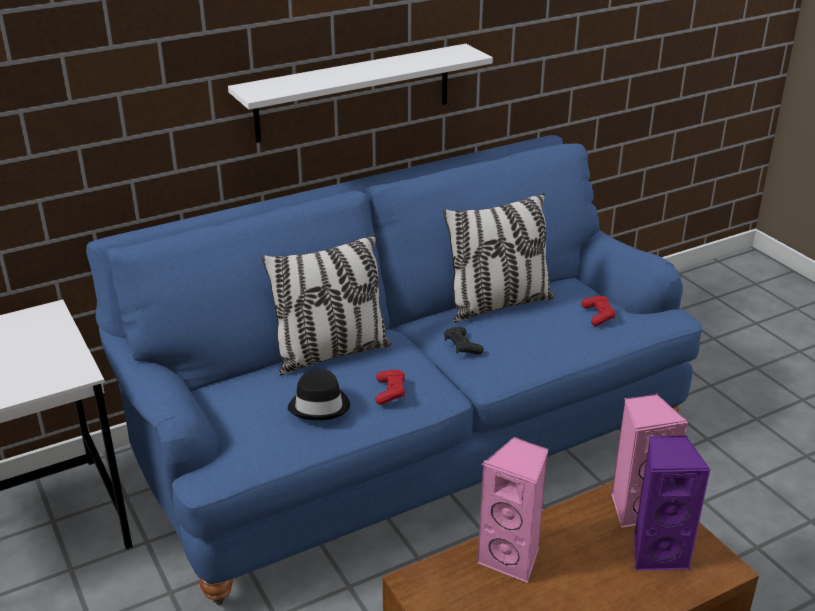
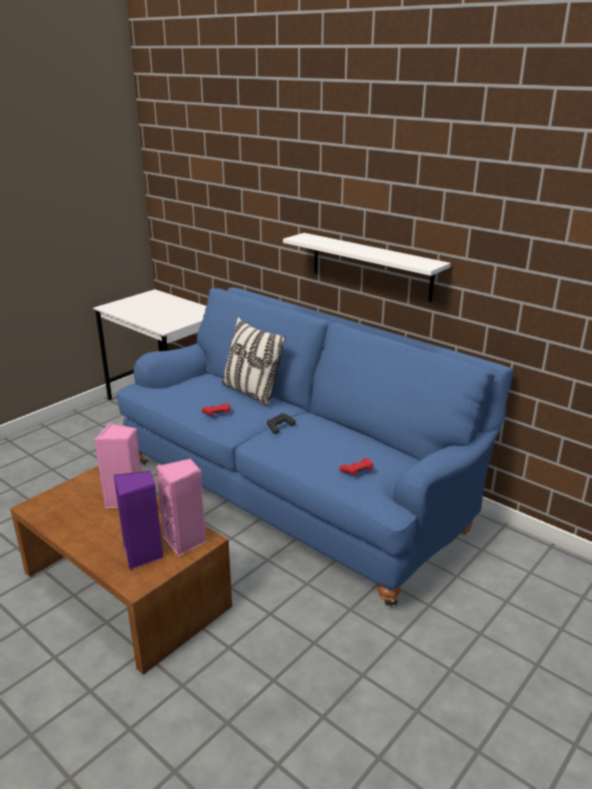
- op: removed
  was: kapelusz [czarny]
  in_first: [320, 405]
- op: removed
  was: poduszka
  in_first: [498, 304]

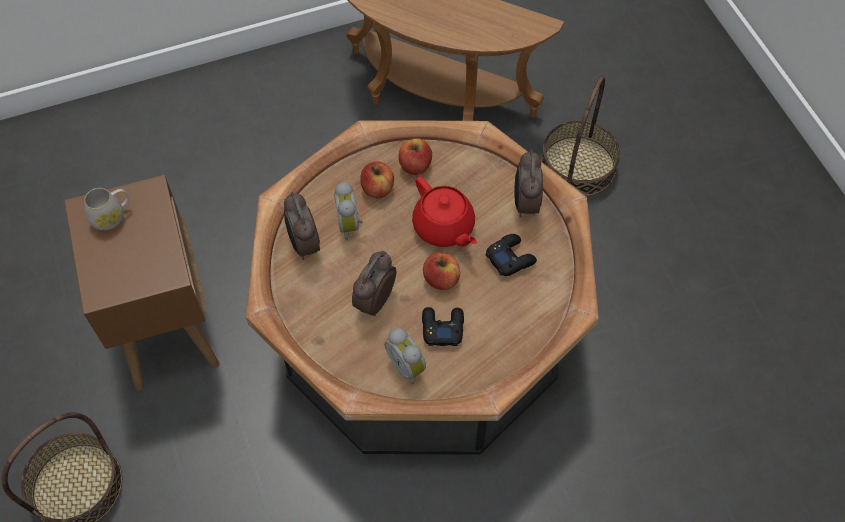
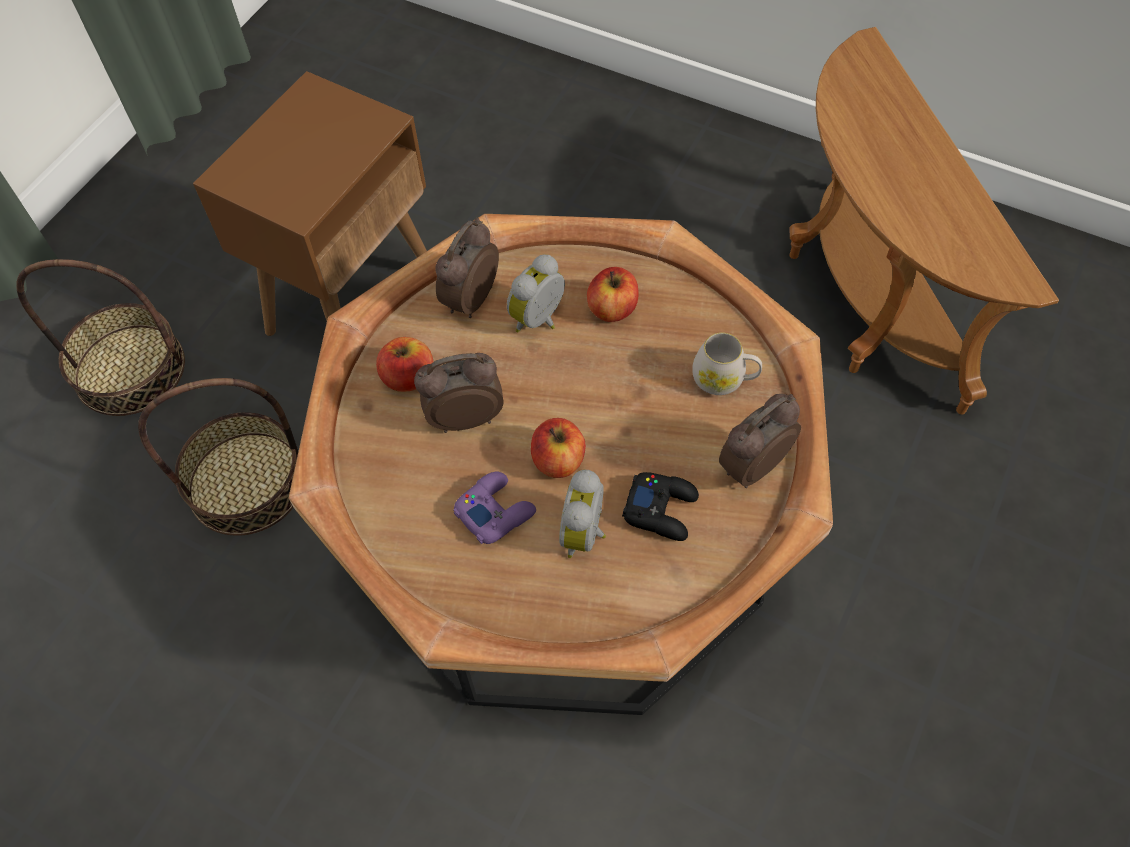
- op: removed
  was: imbryk [czerwony]
  in_first: [444, 227]
- op: moved
  was: kubek [biały]
  in_first: [112, 216]
  in_second: [724, 379]
- op: moved
  was: budzik
  in_first: [408, 365]
  in_second: [586, 534]
- op: moved
  was: jabłko
  in_first: [415, 166]
  in_second: [408, 377]
- op: moved
  was: koszyk
  in_first: [577, 166]
  in_second: [246, 482]
- op: recoloured
  was: pad do gier [czarny]
  now: pad do gier [fioletowy]
  in_first: [442, 327]
  in_second: [495, 511]

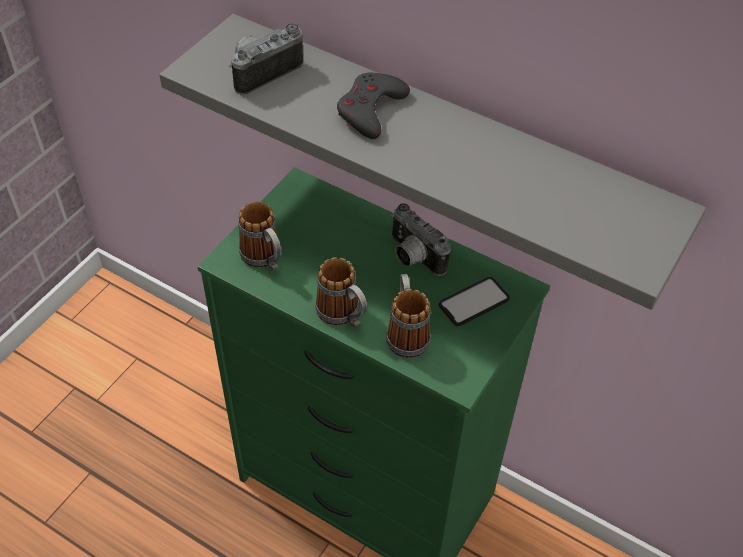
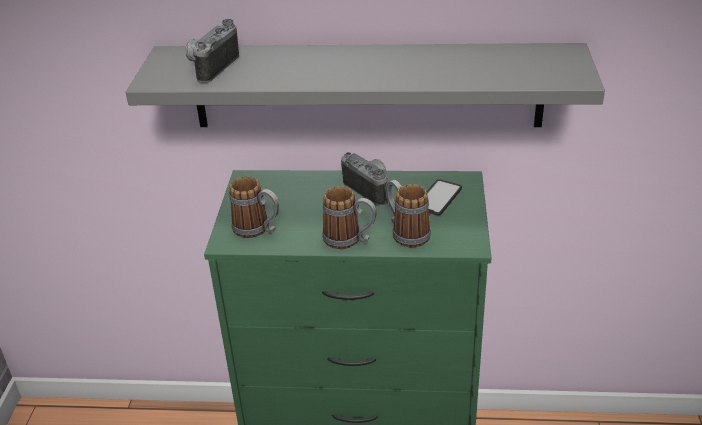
- op: removed
  was: pad do gier [szary]
  in_first: [370, 110]
- op: turned
  was: aparat fotograficzny
  in_first: [412, 257]
  in_second: [371, 189]
  clockwise: -150

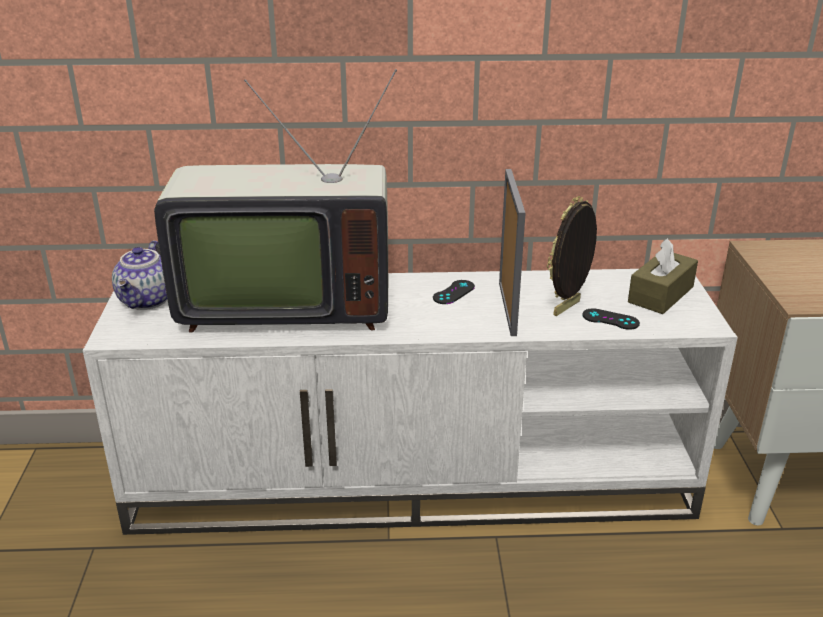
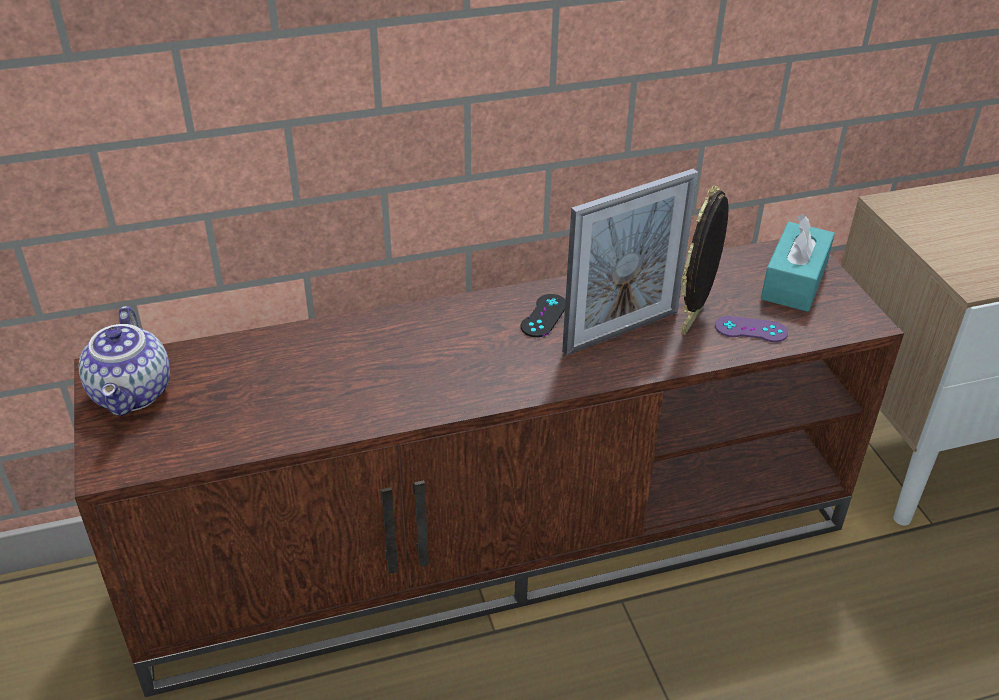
- op: removed
  was: telewizor
  in_first: [283, 305]
- op: recoloured
  was: szafka pod telewizor [biały]
  now: szafka pod telewizor [brązowy]
  in_first: [414, 480]
  in_second: [498, 540]
- op: recoloured
  was: pad do gier [czarny]
  now: pad do gier [fioletowy]
  in_first: [610, 319]
  in_second: [751, 329]
- op: recoloured
  was: pudełko chusteczek [brązowy]
  now: pudełko chusteczek [turkusowy]
  in_first: [660, 294]
  in_second: [794, 281]
- op: turned
  was: ramka na zdjęcie
  in_first: [507, 308]
  in_second: [621, 332]
  clockwise: 75

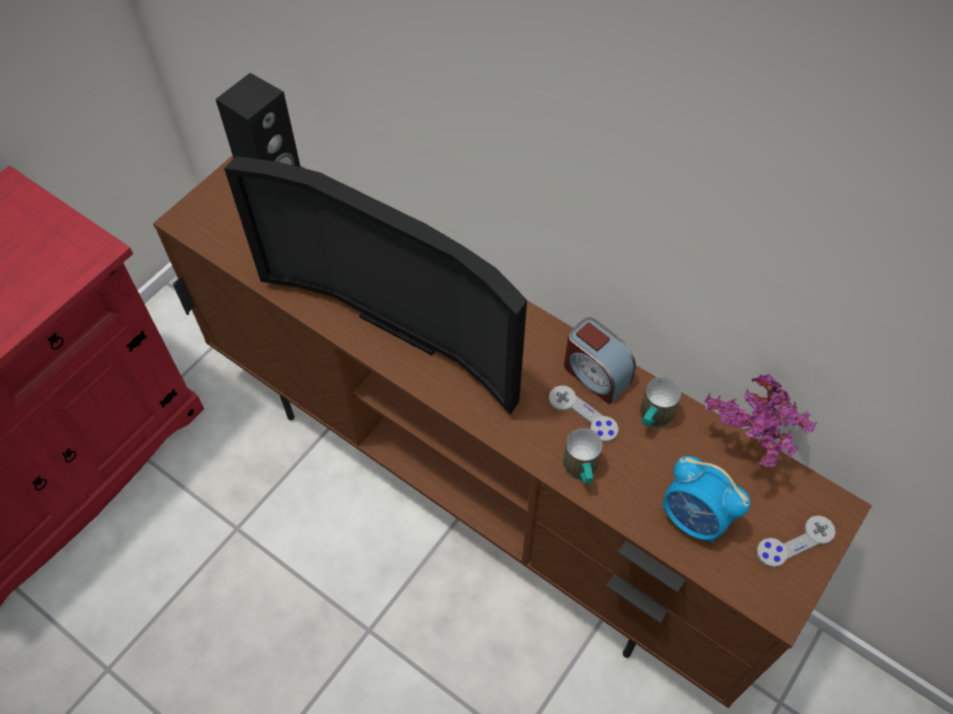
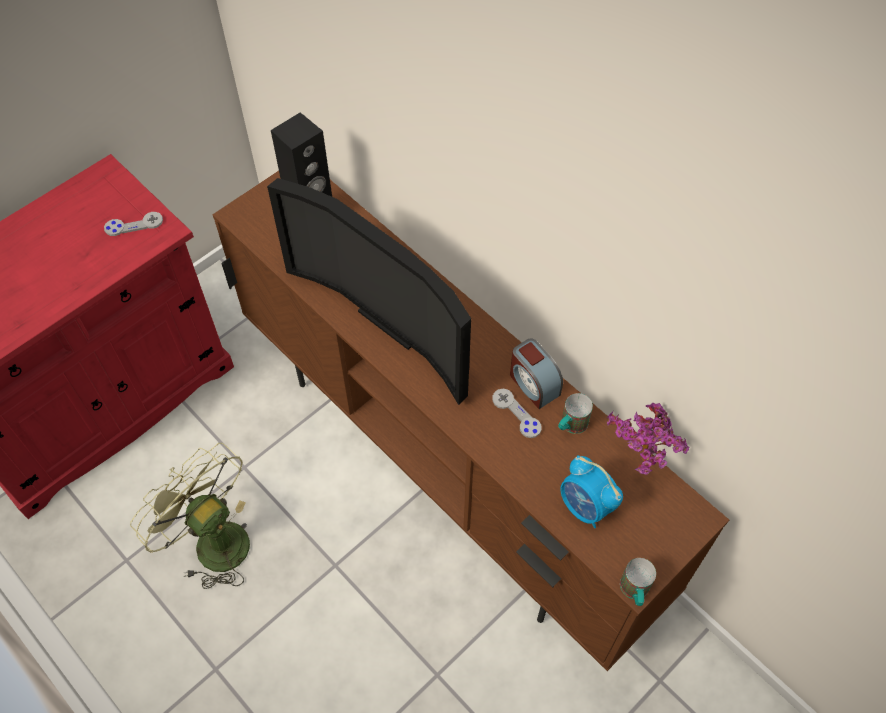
- op: added
  now: wentylator [zielony]
  in_second: [212, 540]
- op: moved
  was: kubek
  in_first: [581, 472]
  in_second: [634, 592]
- op: moved
  was: pad do gier [szary]
  in_first: [795, 542]
  in_second: [134, 225]

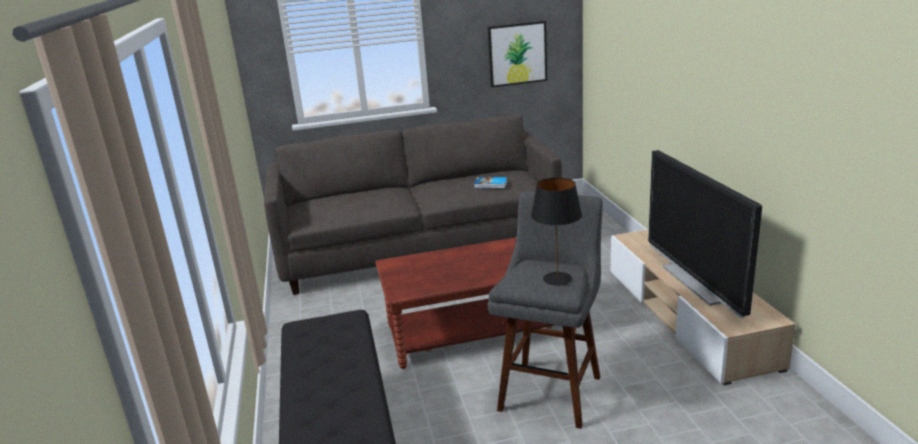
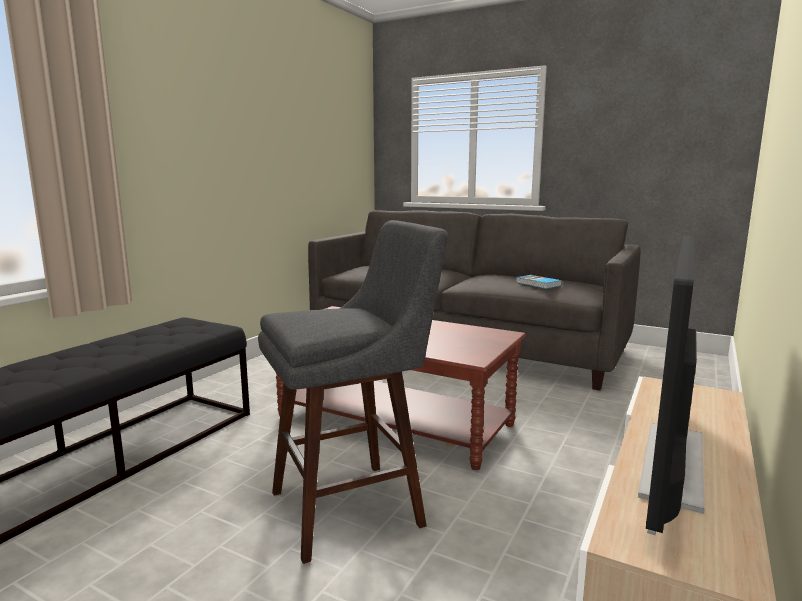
- op: removed
  was: obraz
  in_first: [517, 54]
- op: removed
  was: lampa stołowa [czarny]
  in_first: [558, 279]

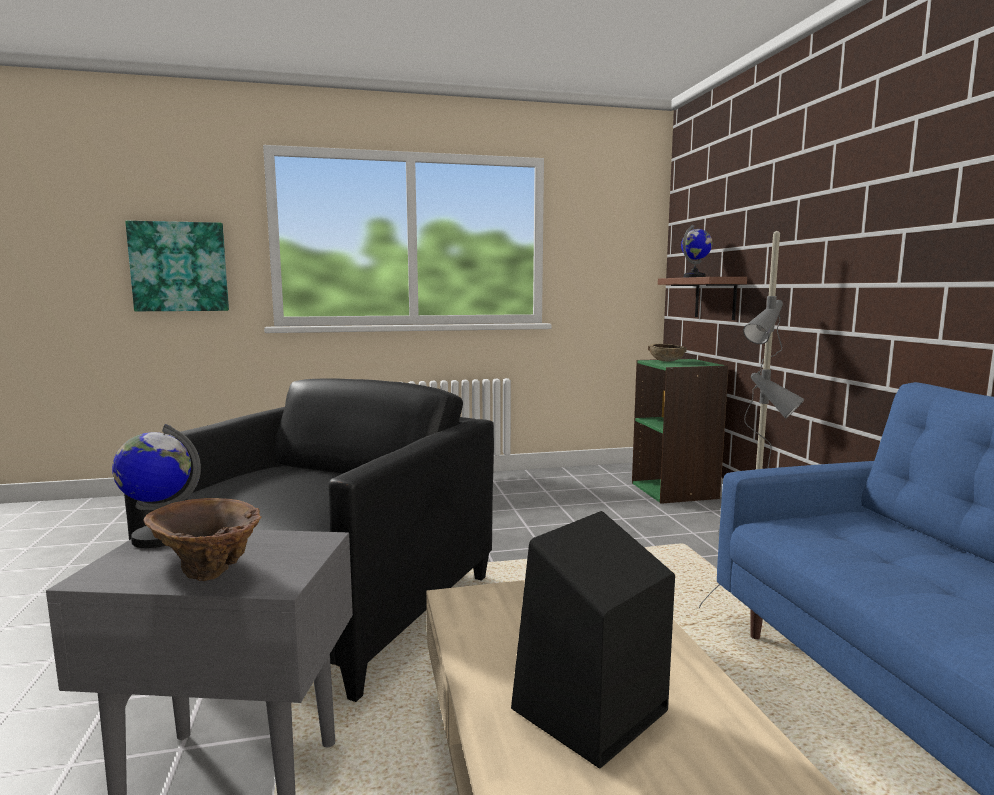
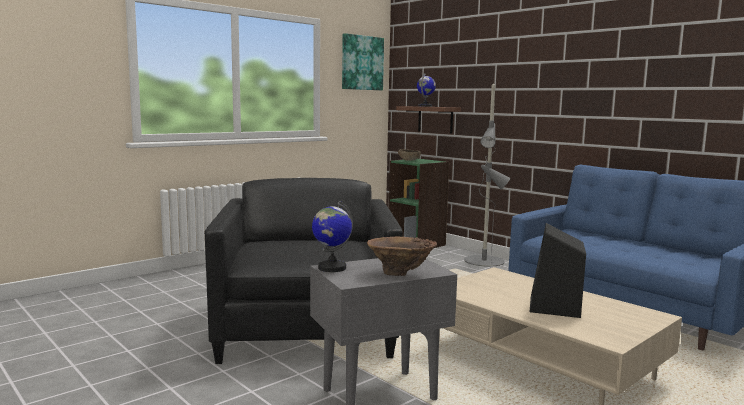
- op: moved
  was: obraz
  in_first: [179, 267]
  in_second: [362, 63]

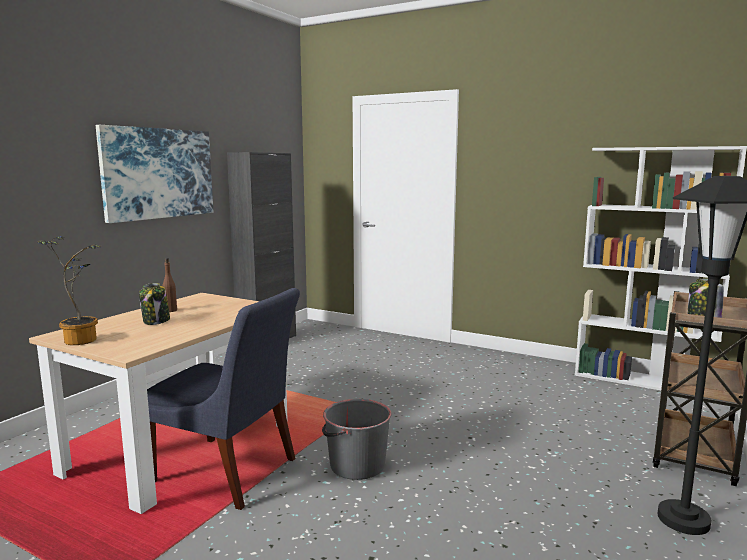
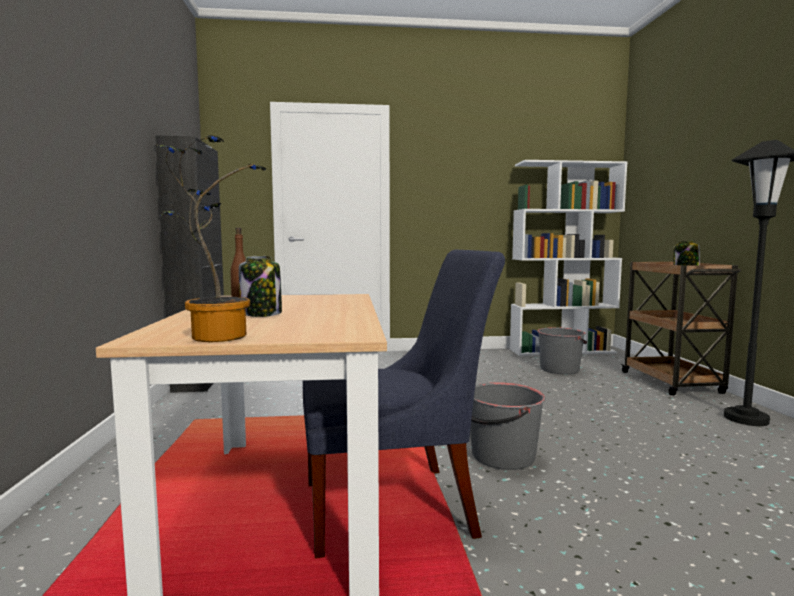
- op: removed
  was: obraz
  in_first: [158, 173]
- op: added
  now: wiadro [szary]
  in_second: [560, 369]

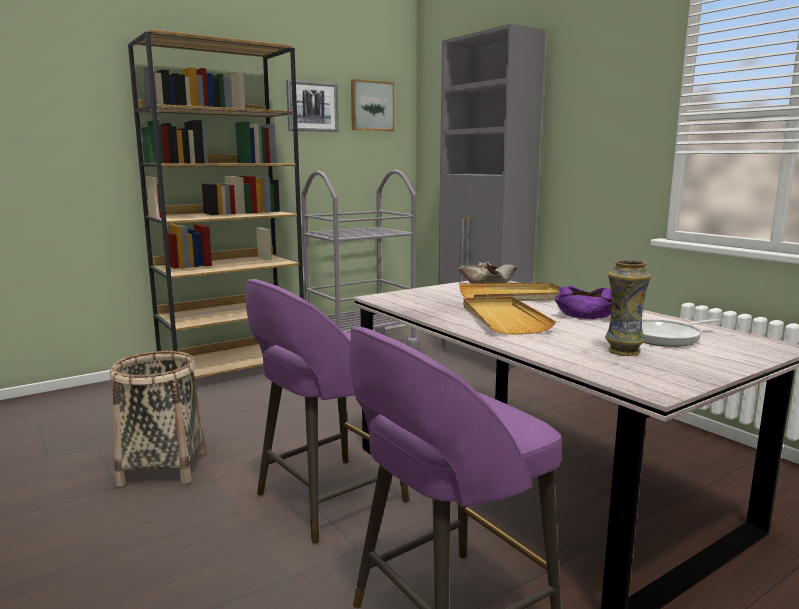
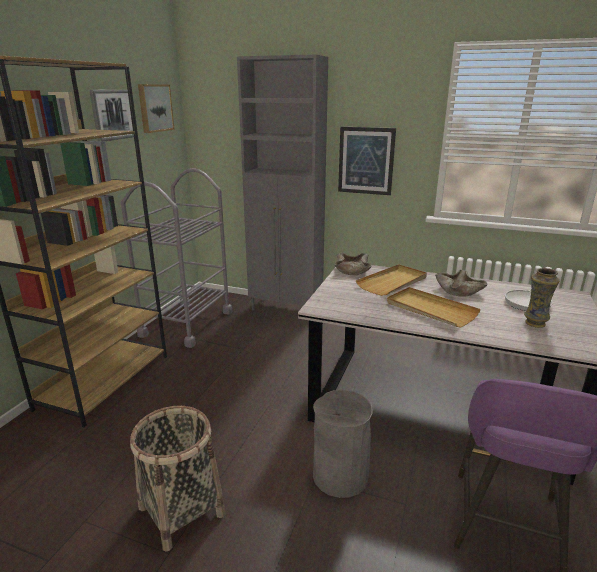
- op: added
  now: obraz
  in_second: [366, 160]
- op: replaced
  was: stołek [fioletowy]
  now: kosz na śmieci [szary]
  in_first: [327, 499]
  in_second: [340, 475]
- op: recoloured
  was: miska [fioletowy]
  now: miska [beżowy]
  in_first: [586, 314]
  in_second: [459, 291]

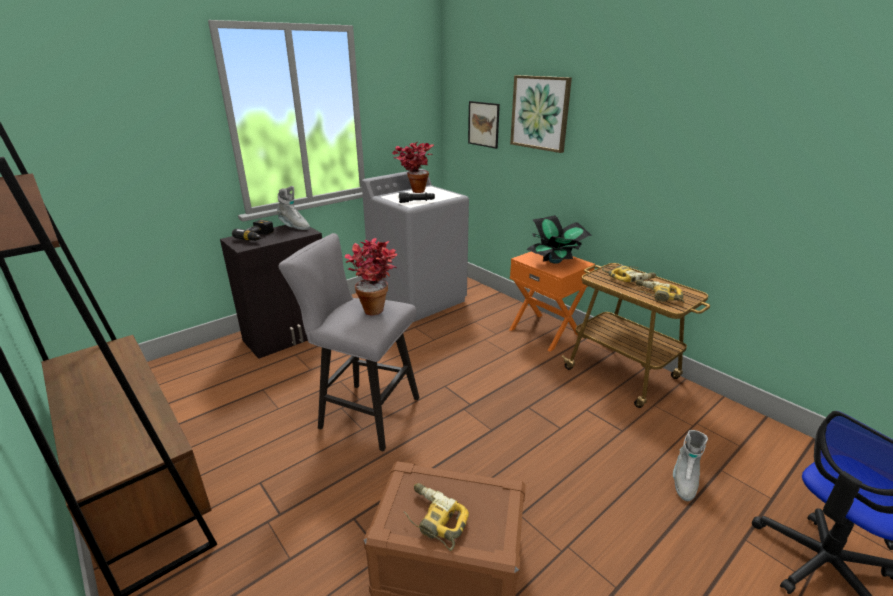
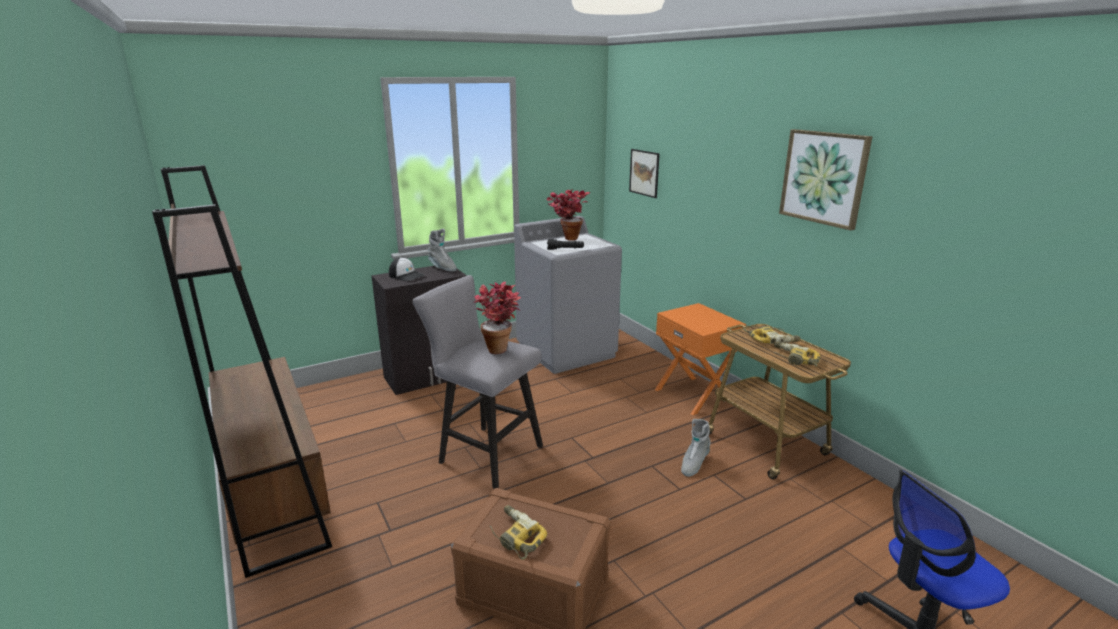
- op: removed
  was: roślina doniczkowa
  in_first: [555, 261]
- op: moved
  was: obraz
  in_first: [540, 113]
  in_second: [824, 177]
- op: moved
  was: but z cholewką [szary]
  in_first: [684, 480]
  in_second: [694, 464]
- op: replaced
  was: wiertarka
  now: czapka z daszkiem
  in_first: [258, 237]
  in_second: [406, 275]

